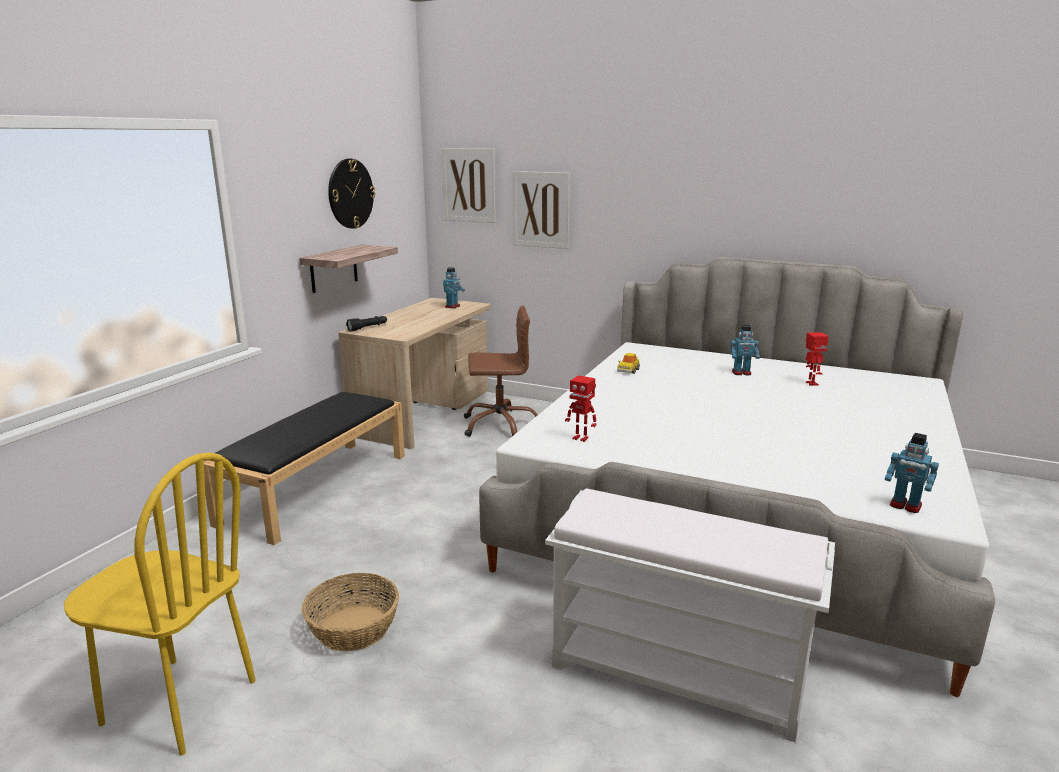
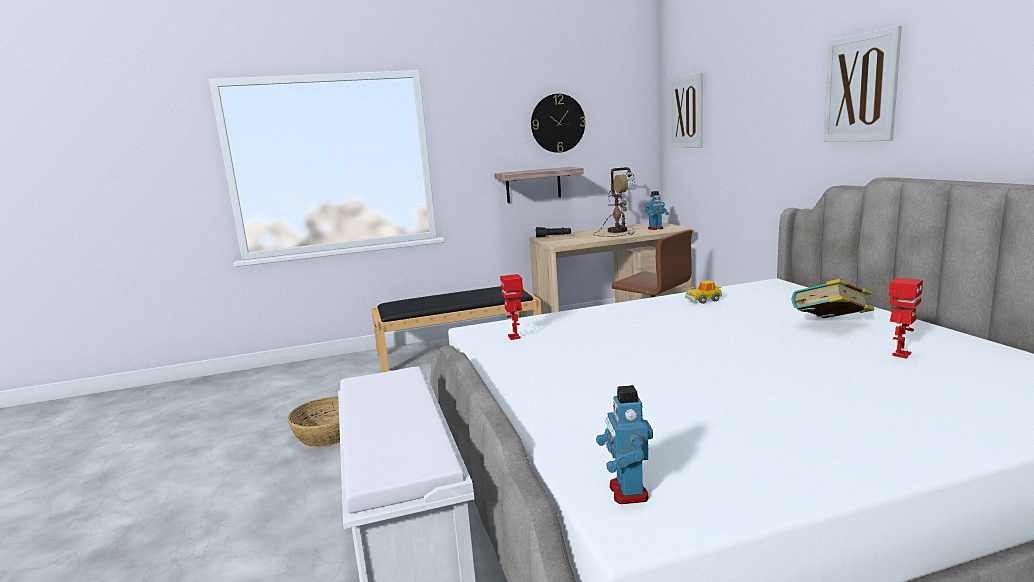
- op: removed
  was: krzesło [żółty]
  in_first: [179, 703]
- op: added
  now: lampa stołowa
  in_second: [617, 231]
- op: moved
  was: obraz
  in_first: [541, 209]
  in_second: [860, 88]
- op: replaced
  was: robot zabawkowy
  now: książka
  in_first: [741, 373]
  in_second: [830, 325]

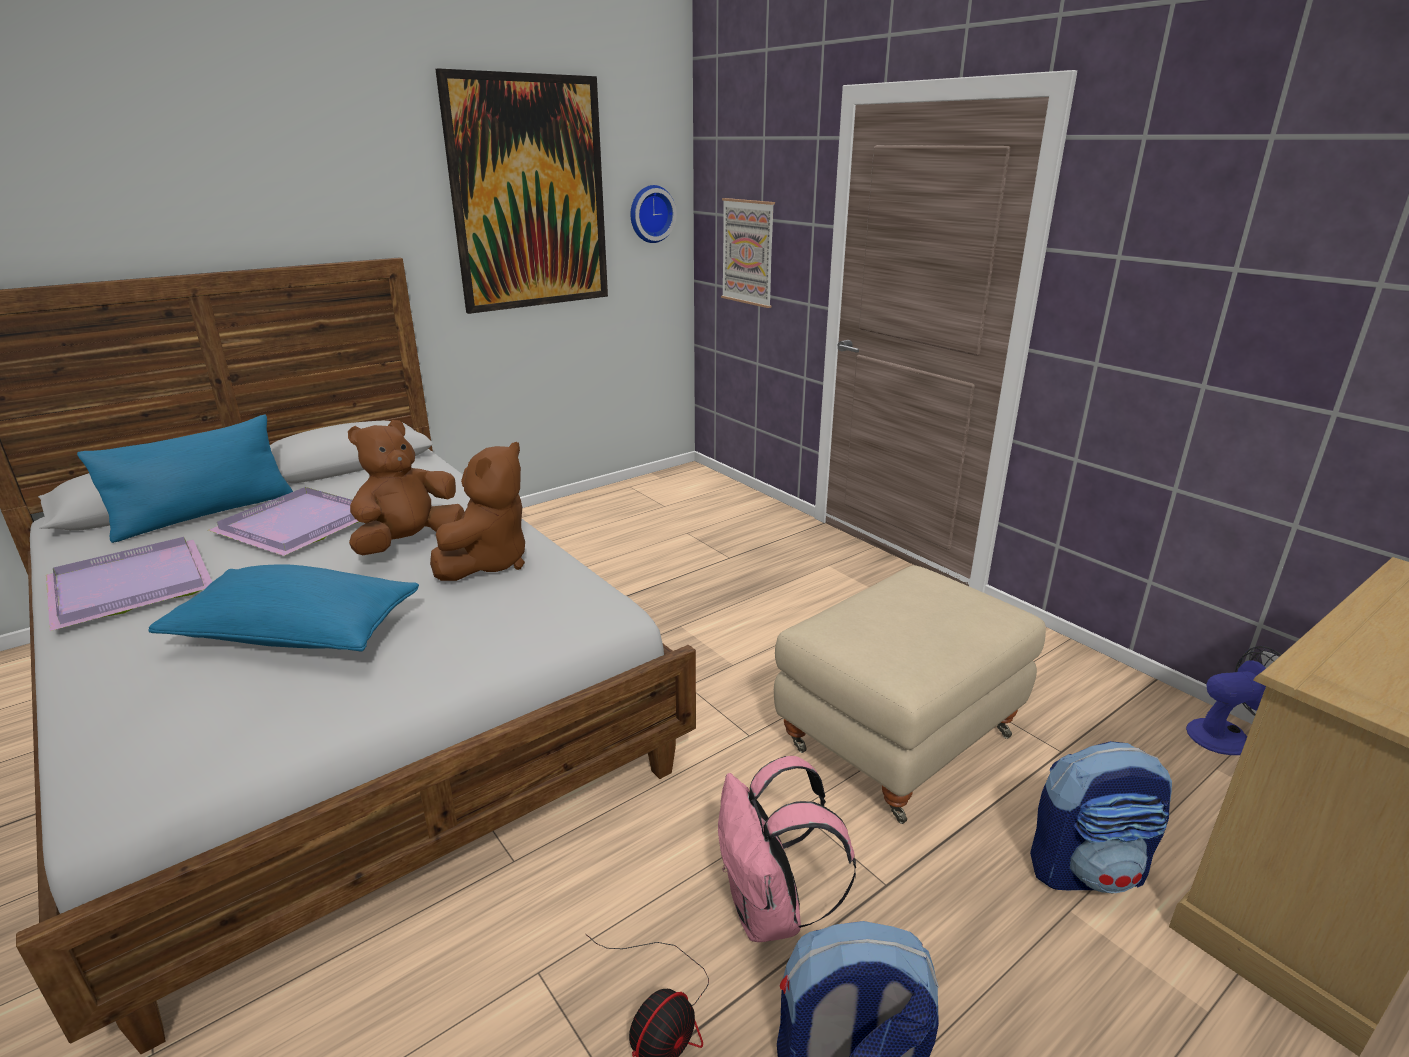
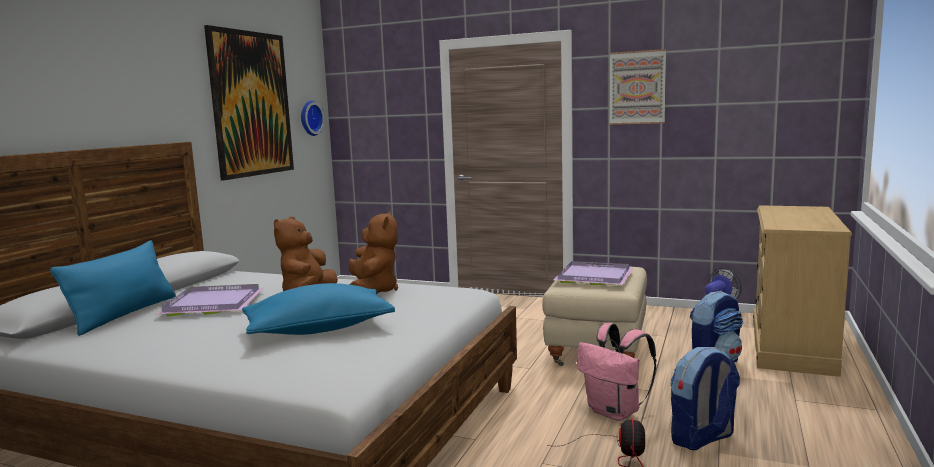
- op: moved
  was: taca [fioletowy]
  in_first: [127, 586]
  in_second: [592, 277]
- op: moved
  was: obraz
  in_first: [748, 252]
  in_second: [637, 87]

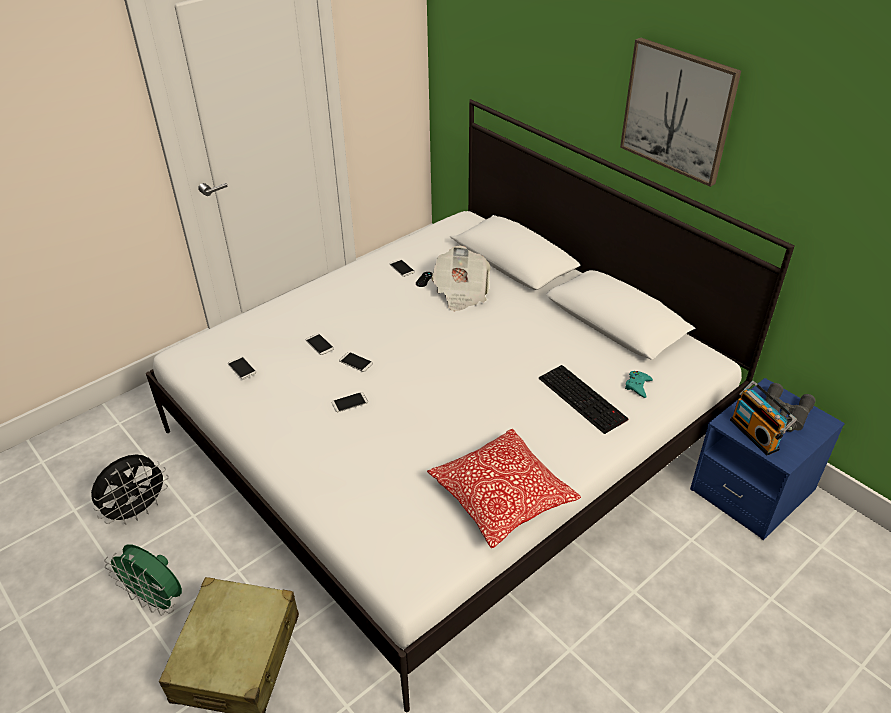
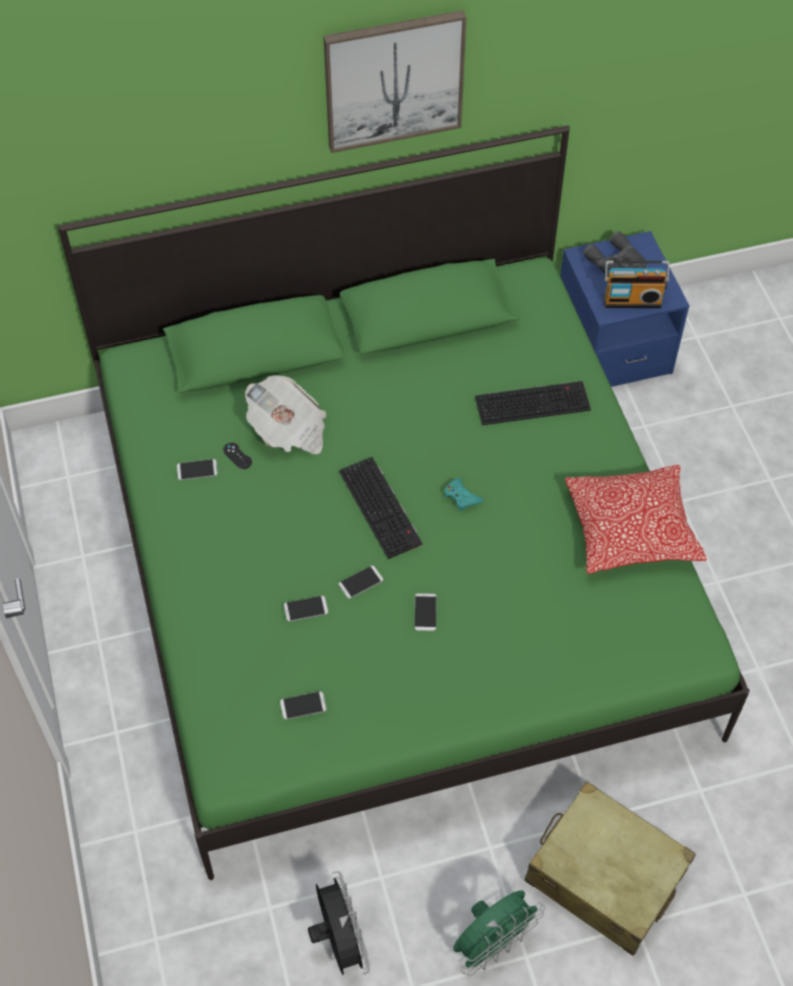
- op: added
  now: klawiatura
  in_second: [382, 508]
- op: moved
  was: pad do gier [turkusowy]
  in_first: [638, 386]
  in_second: [461, 497]
- op: recoloured
  was: łóżko [biały]
  now: łóżko [zielony]
  in_first: [447, 435]
  in_second: [397, 566]

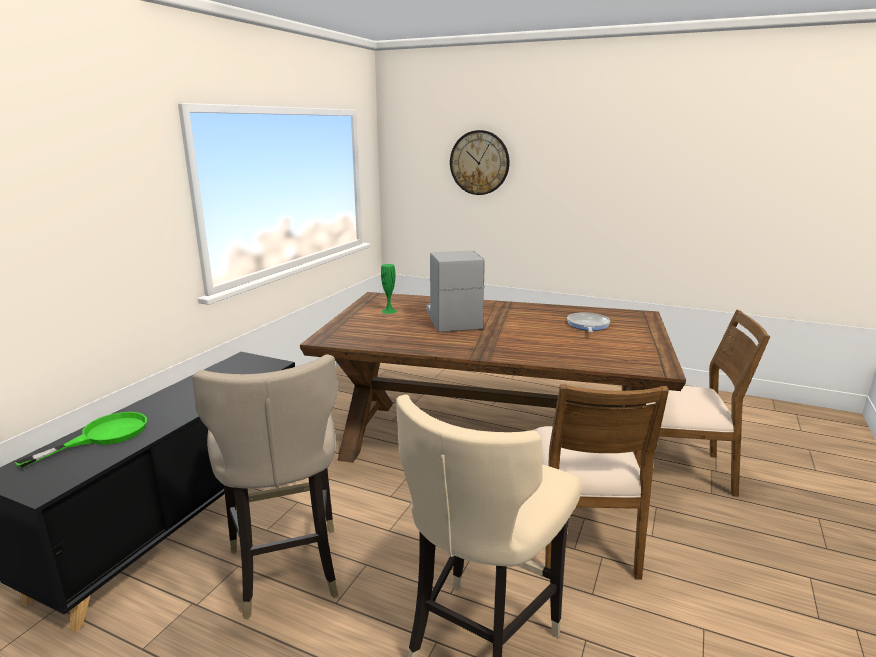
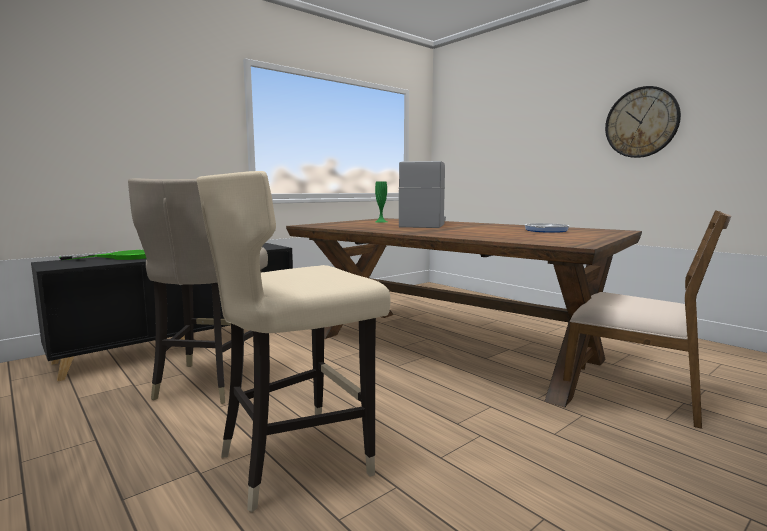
- op: removed
  was: krzesło [brązowy]
  in_first: [581, 535]
- op: moved
  was: zegar ścienny
  in_first: [479, 163]
  in_second: [641, 122]

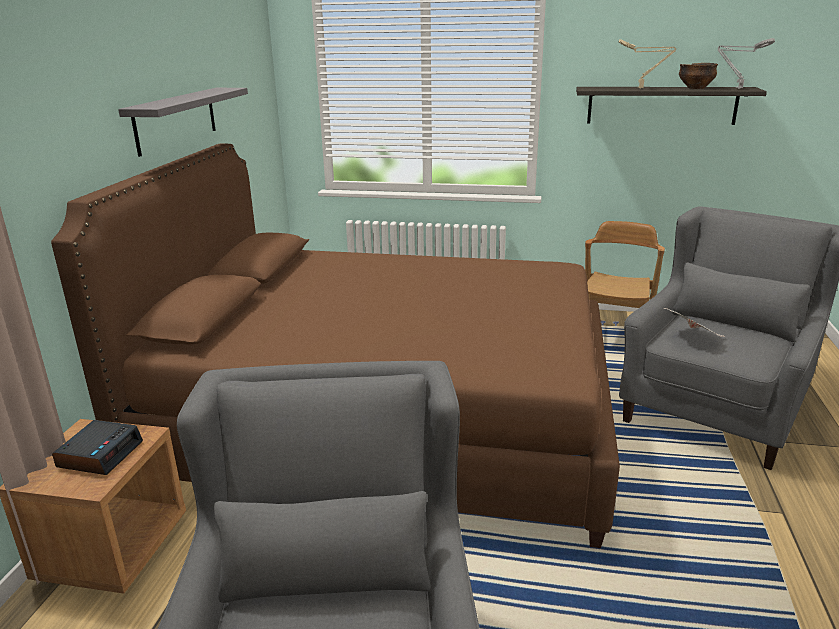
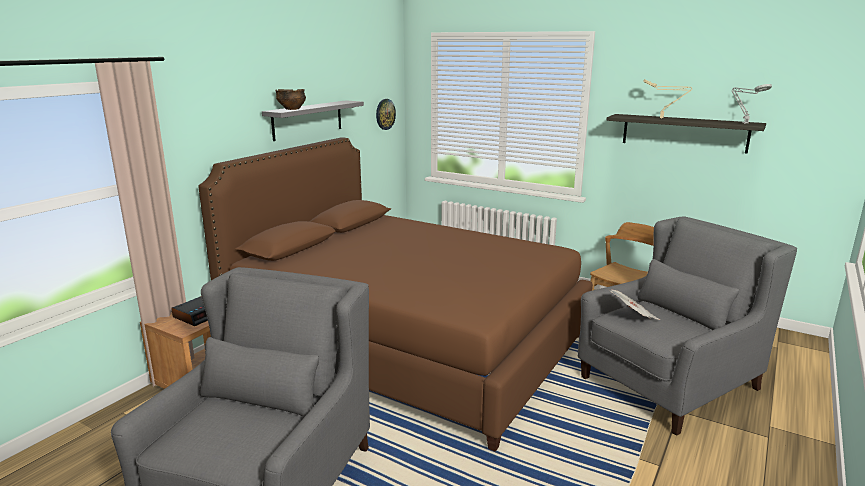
- op: added
  now: zegar ścienny
  in_second: [385, 114]
- op: moved
  was: miska
  in_first: [695, 88]
  in_second: [292, 109]

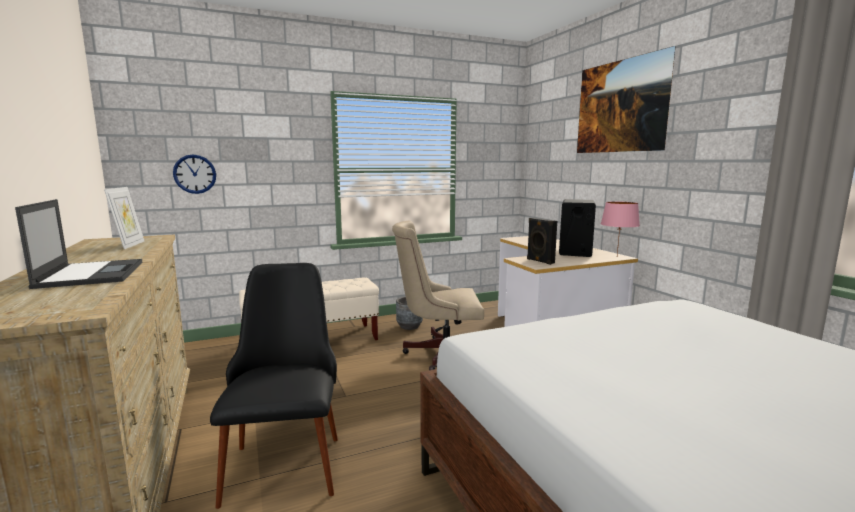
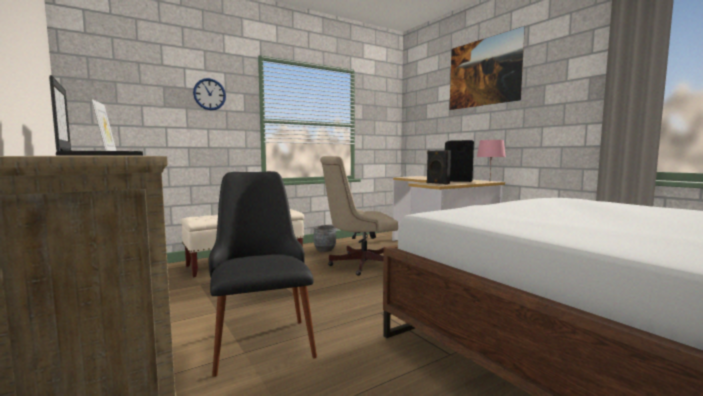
- op: moved
  was: zegar ścienny
  in_first: [195, 174]
  in_second: [209, 94]

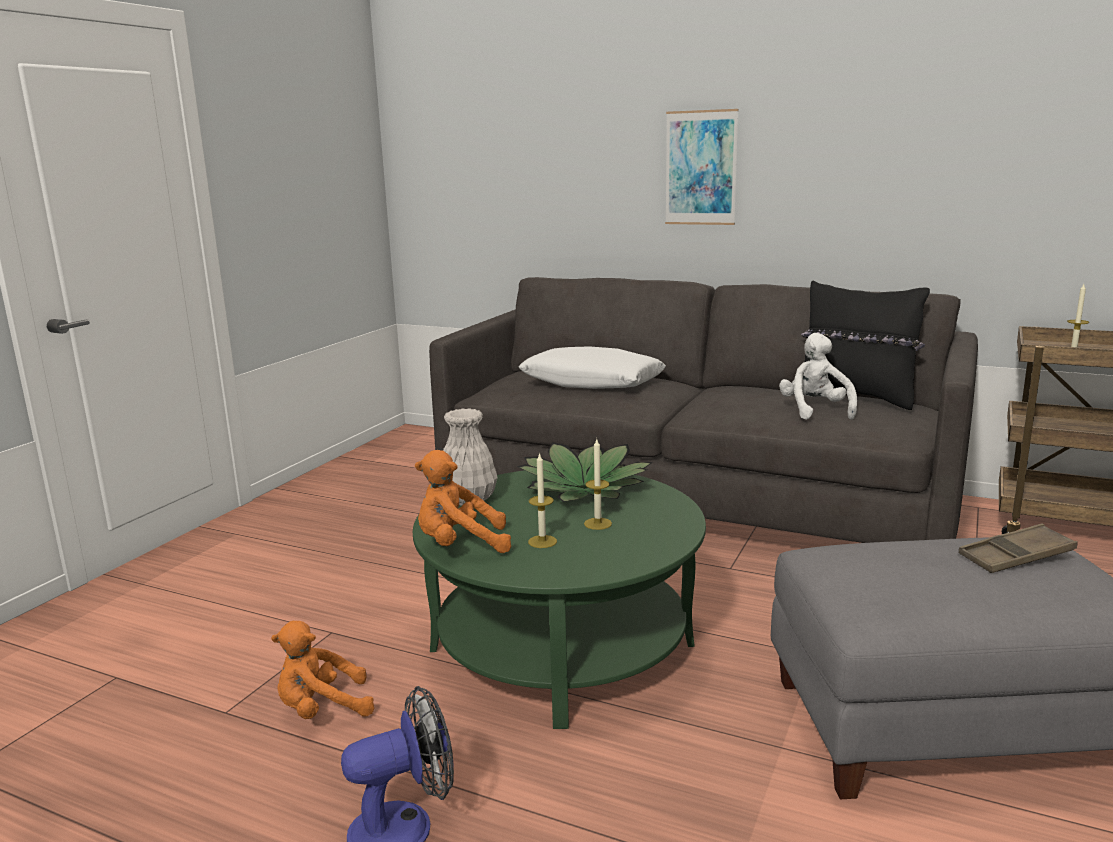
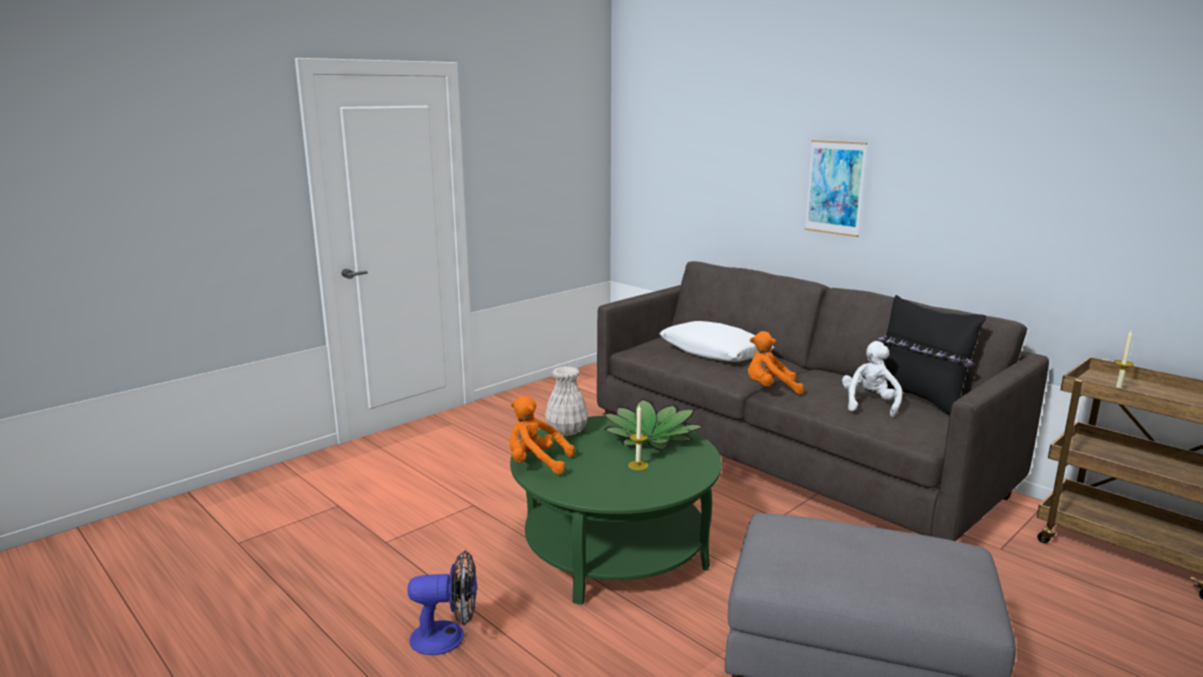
- op: removed
  was: świeca
  in_first: [542, 541]
- op: removed
  was: taca [brązowy]
  in_first: [1016, 556]
- op: moved
  was: pluszak [pomarańczowy]
  in_first: [322, 709]
  in_second: [770, 389]

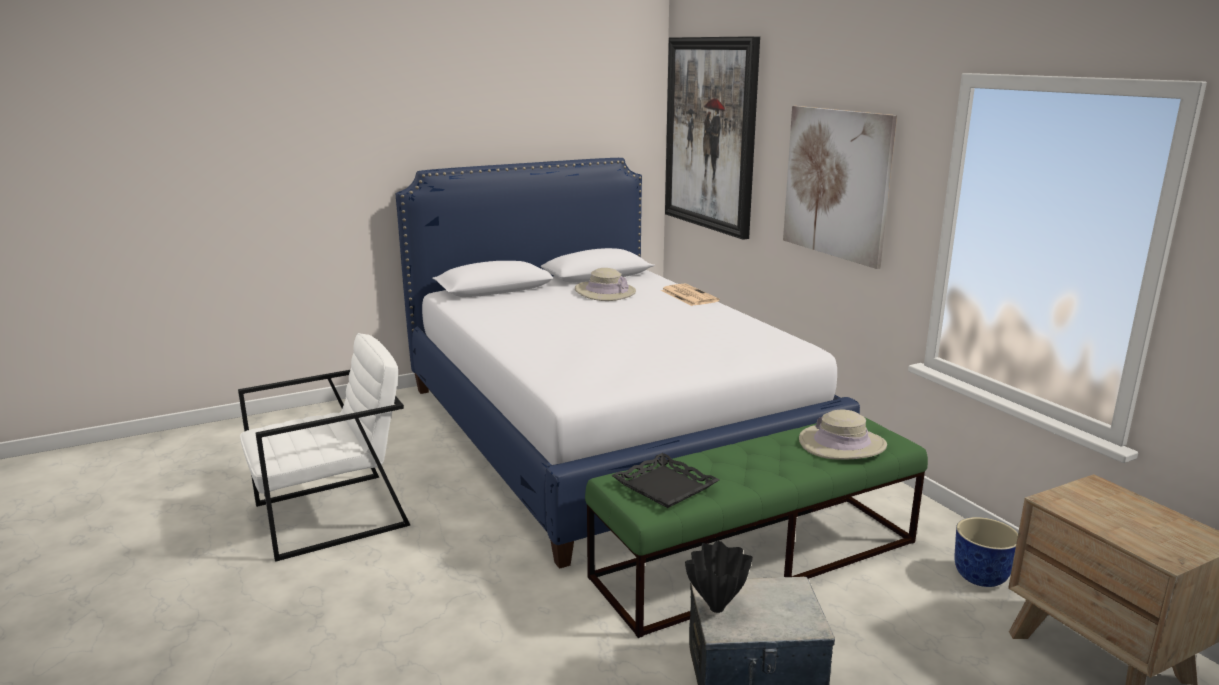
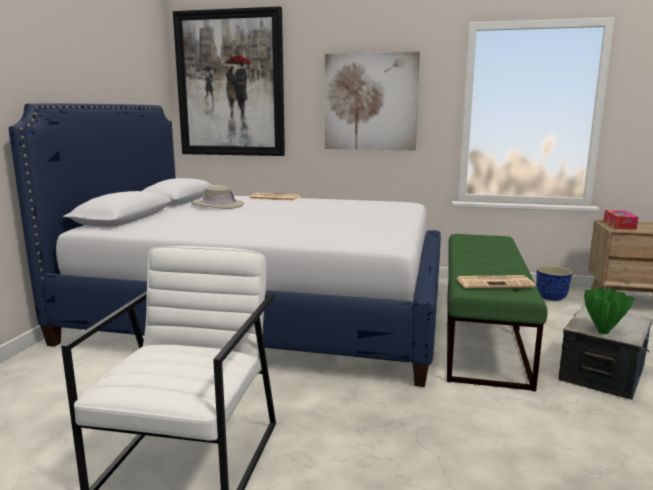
- op: removed
  was: kapelusz [beżowy]
  in_first: [842, 444]
- op: added
  now: pudełko chusteczek
  in_second: [619, 225]
- op: replaced
  was: taca [czarny]
  now: gazeta
  in_first: [665, 486]
  in_second: [495, 283]
- op: recoloured
  was: wazon [czarny]
  now: wazon [zielony]
  in_first: [718, 608]
  in_second: [603, 332]

